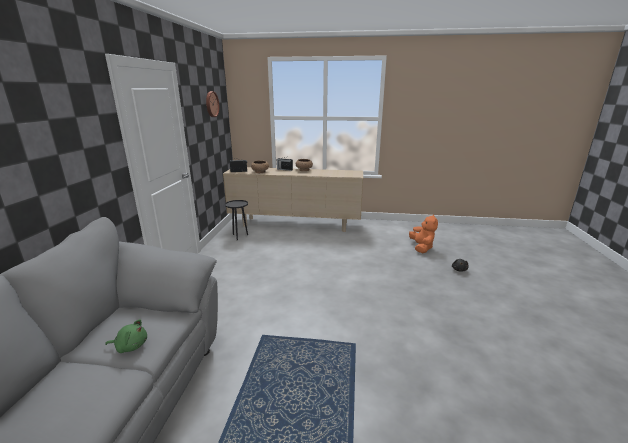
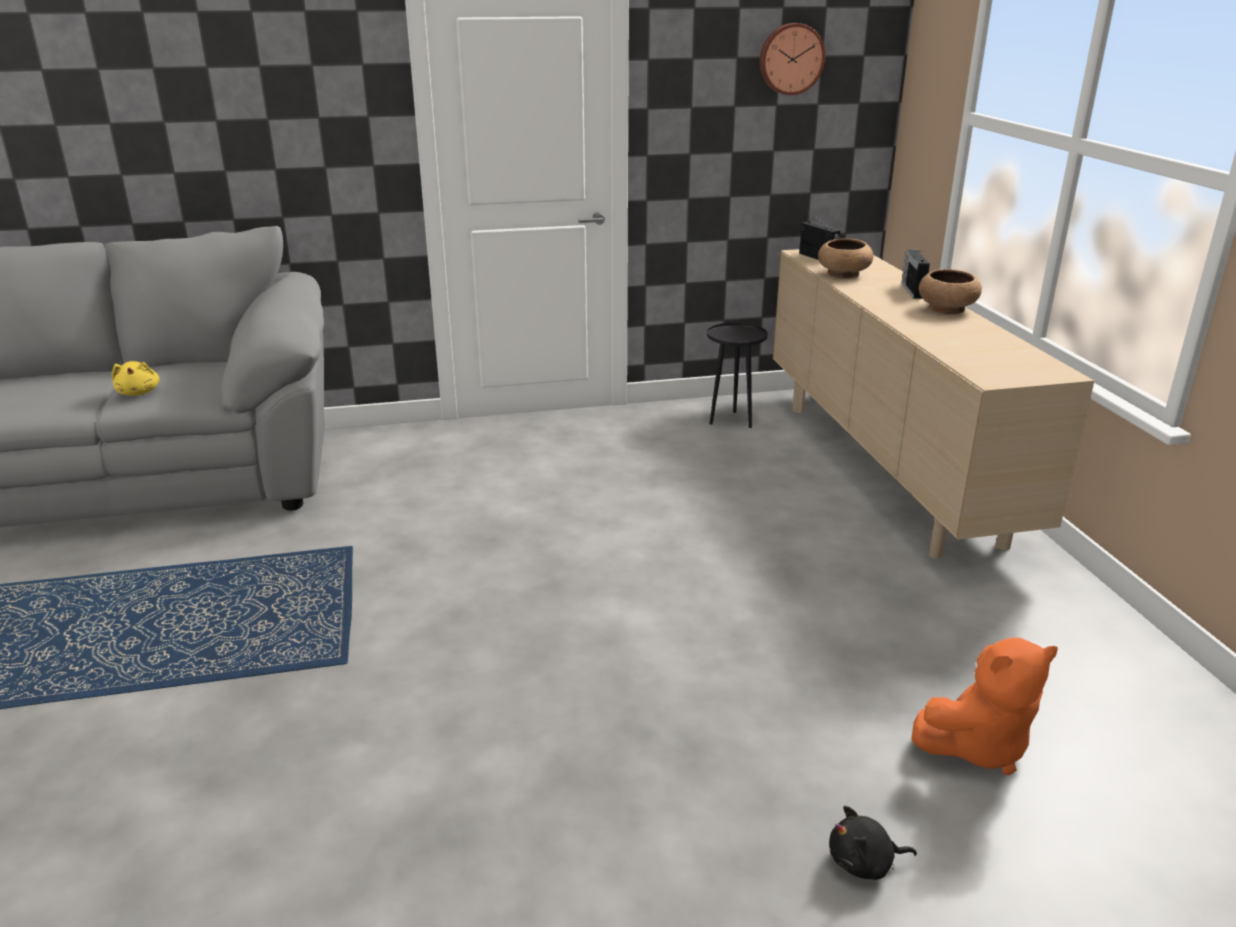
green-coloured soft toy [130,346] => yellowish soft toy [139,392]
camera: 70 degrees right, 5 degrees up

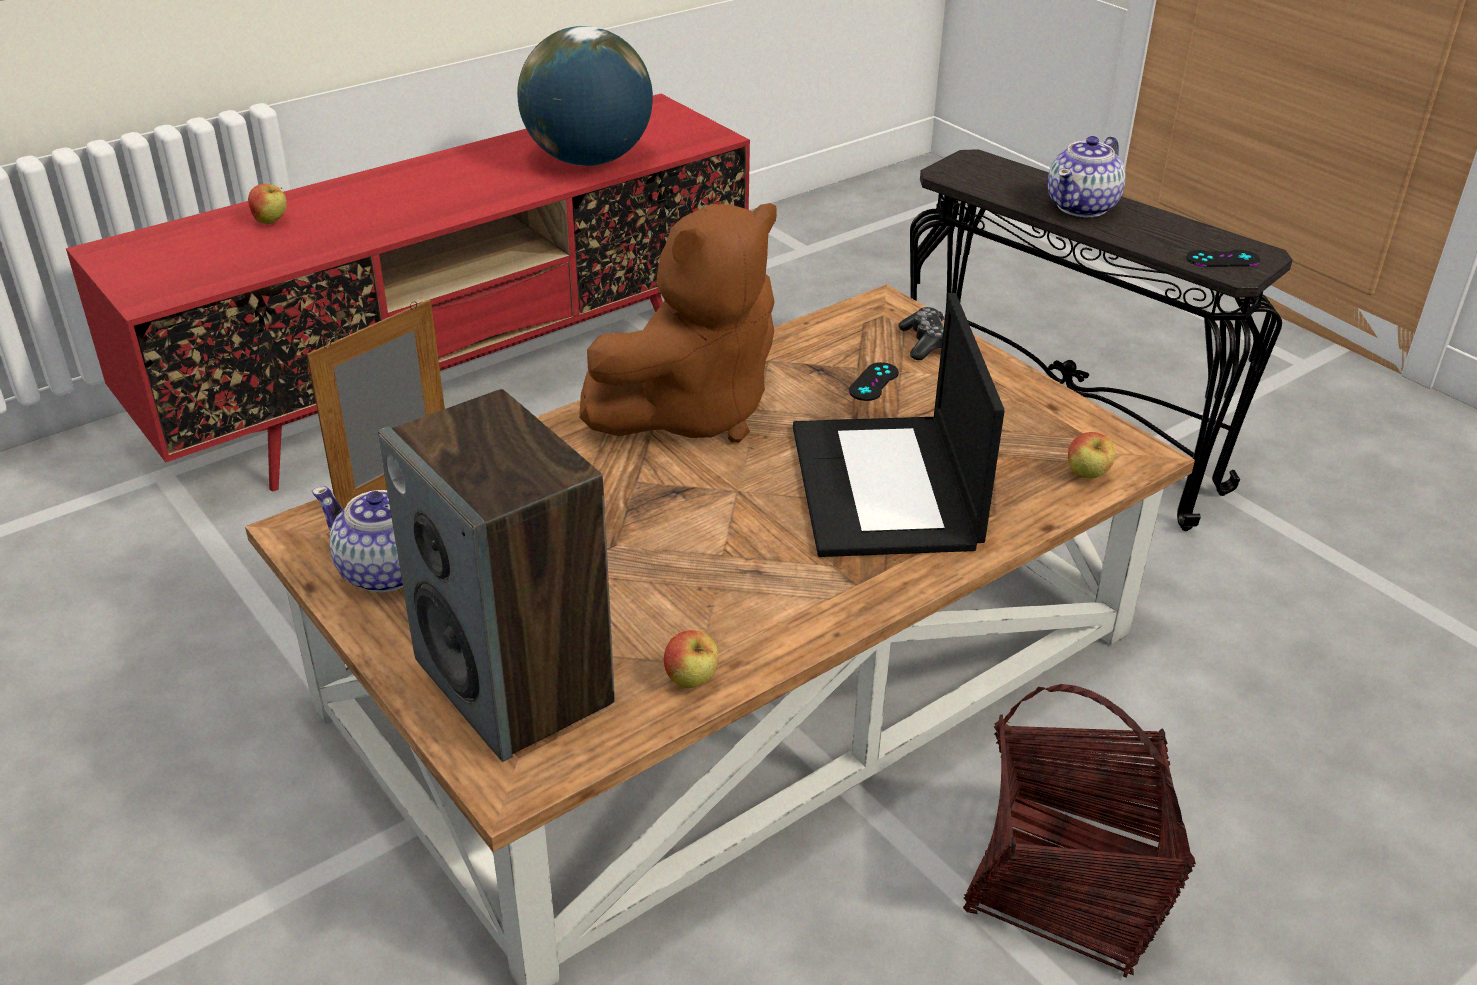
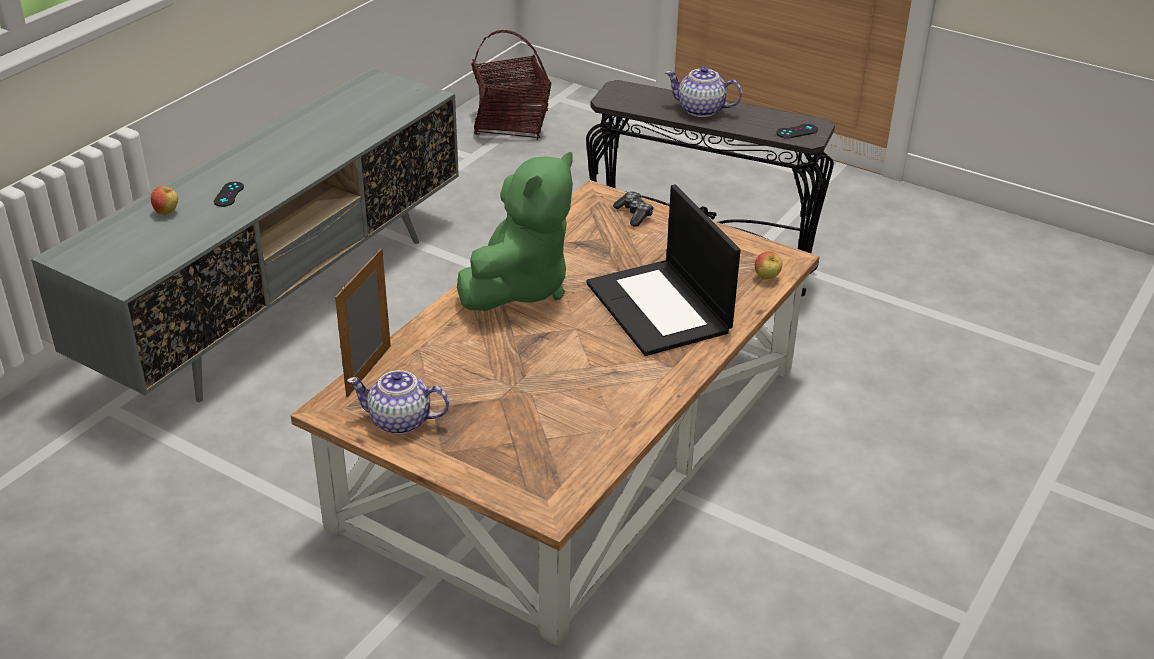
loudspeaker [515,682] => nothing
globe [589,160] => nothing
whole apple [691,681] => nothing
blackish gamepad [873,382] => blackish gamepad [229,194], relocated
household basket [1068,886] => household basket [512,124], relocated
reddish tv stand [461,383] => greyish tv stand [284,300]
brownish soft toy [691,412] => green-coloured soft toy [519,287]
teapot [1083,206] => teapot [701,110], 90 degrees clockwise
camera: 20 degrees left, 0 degrees up

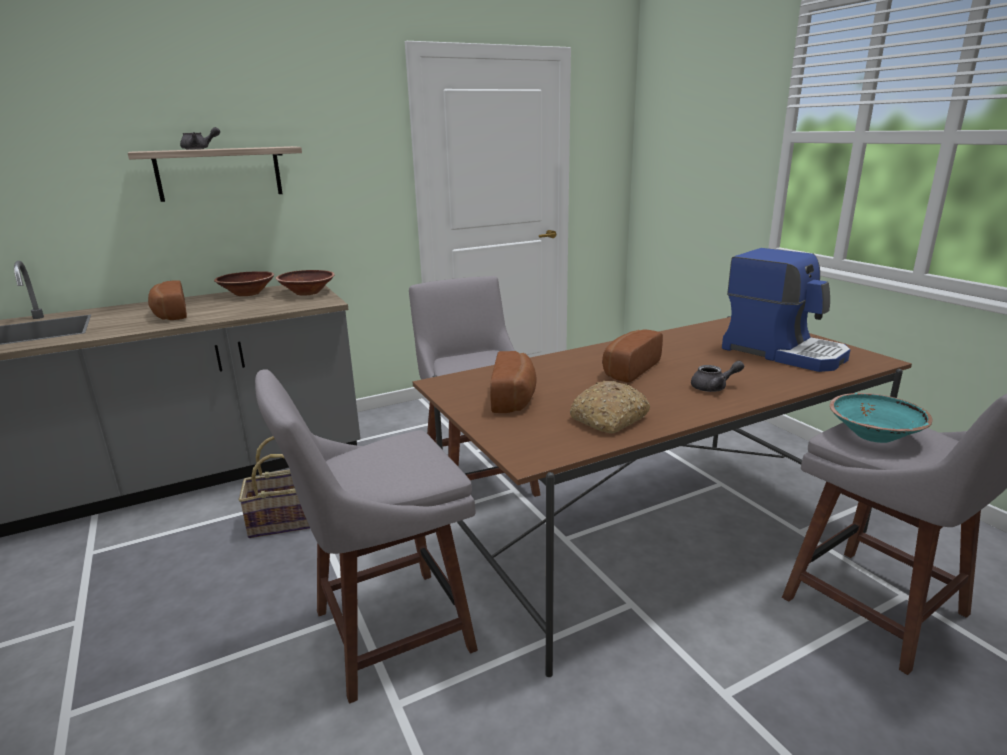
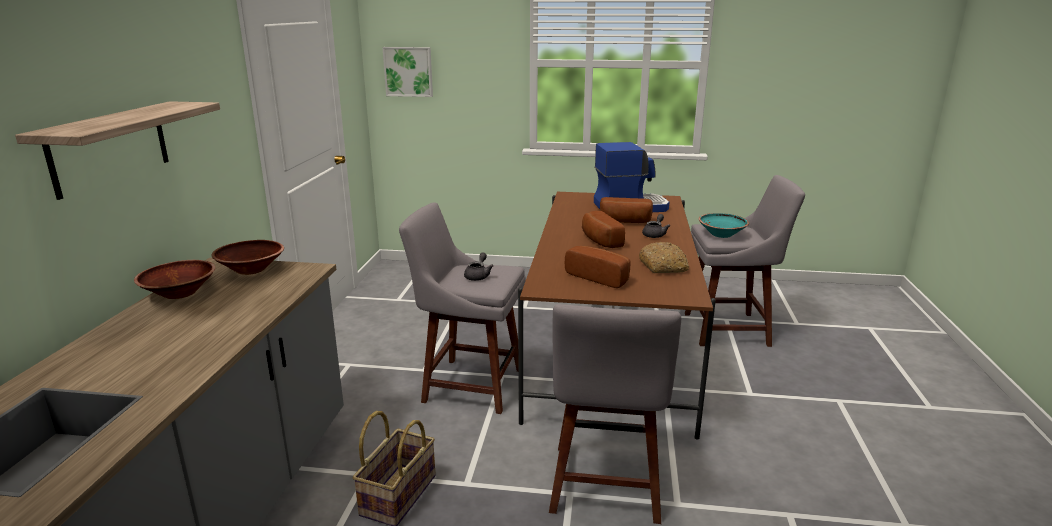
nothing => picture [408,71]
bread [169,314] => bread [625,221], relocated
greyish teapot [199,149] => greyish teapot [478,276], relocated
camera: 55 degrees left, 0 degrees up

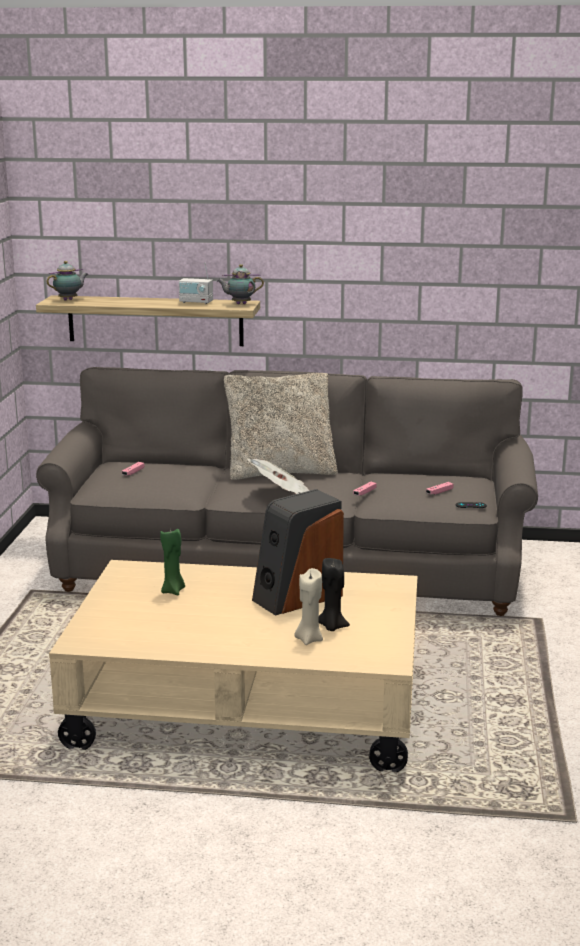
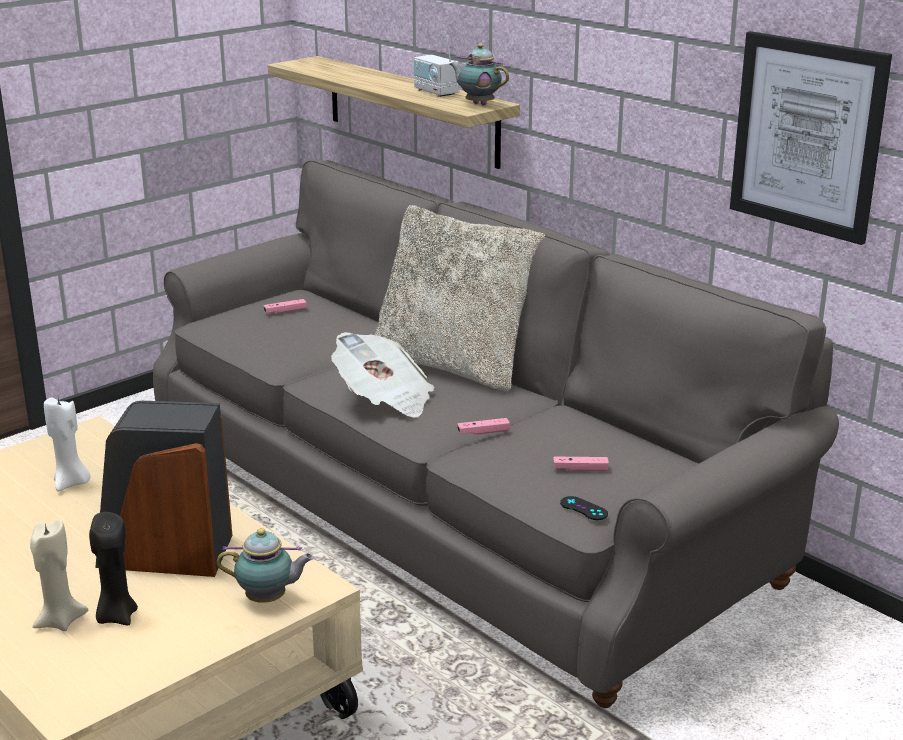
nothing => picture [807,136]
teapot [69,300] => teapot [269,599], relocated
green-coloured wax candle [173,591] => white wax candle [71,483]
camera: 40 degrees right, 5 degrees up

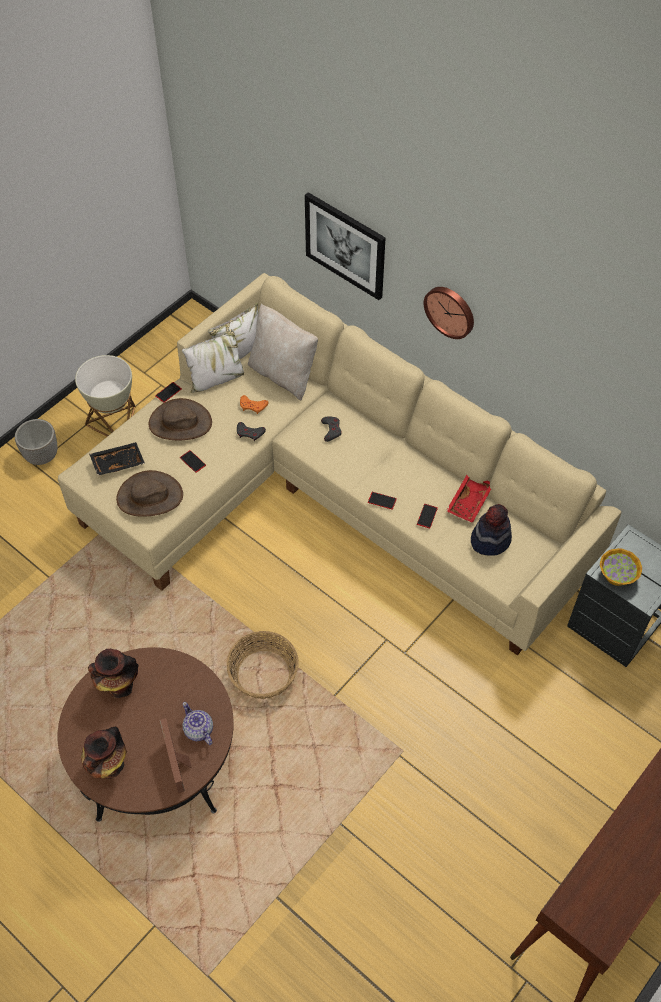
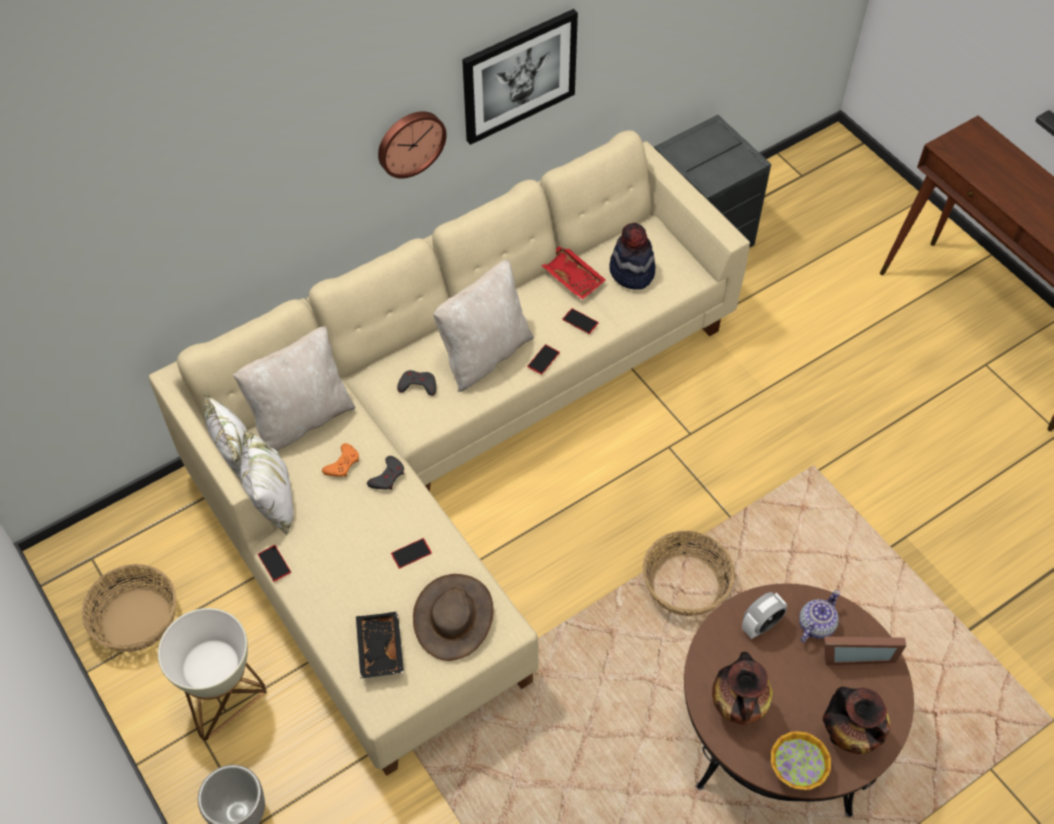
brownish clothing hat [180,423] => nothing
nothing => household basket [136,620]
nothing => beige cushion [484,354]
nothing => bedside clock [760,625]
picture [345,245] => picture [519,75], relocated
deep dish [616,576] => deep dish [796,769], relocated
teapot [198,730] => teapot [815,625], 150 degrees clockwise
camera: 75 degrees left, 0 degrees up

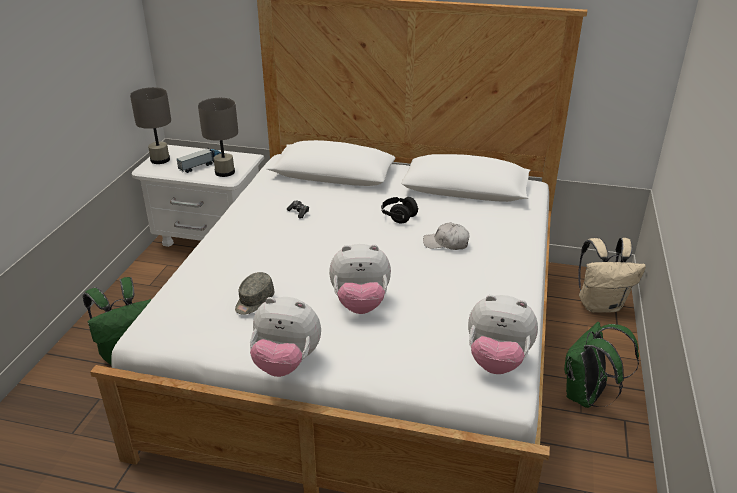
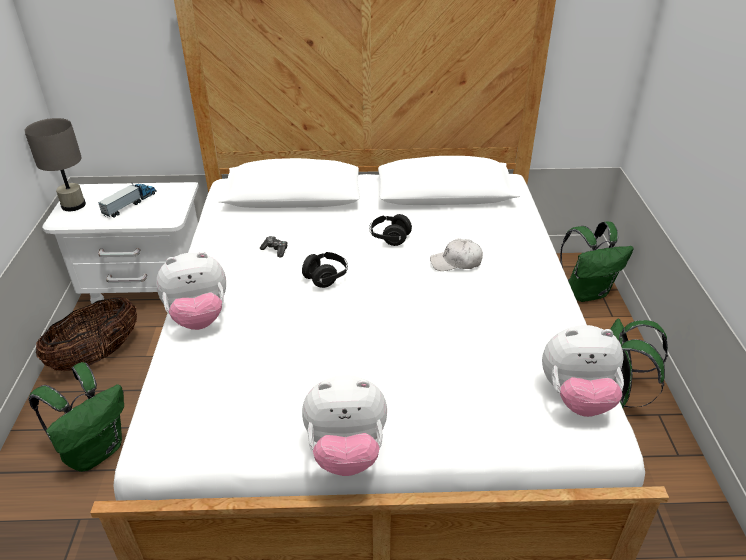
greyish lamp for a table [224,172] => nothing
greyish baseball cap [254,301] => nothing
nothing => household basket [97,356]
nothing => blackish headphones [326,277]
soft toy [360,304] => soft toy [198,318], relocated
beige knapsack [600,305] => green-coloured knapsack [586,292]
camera: 15 degrees left, 5 degrees up

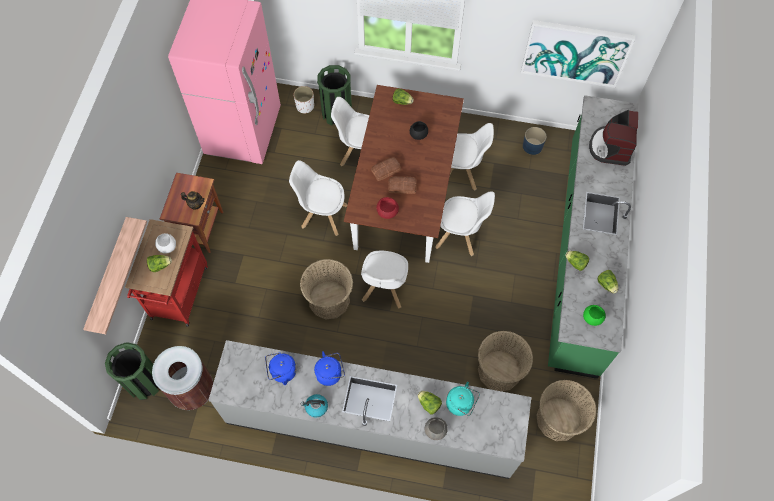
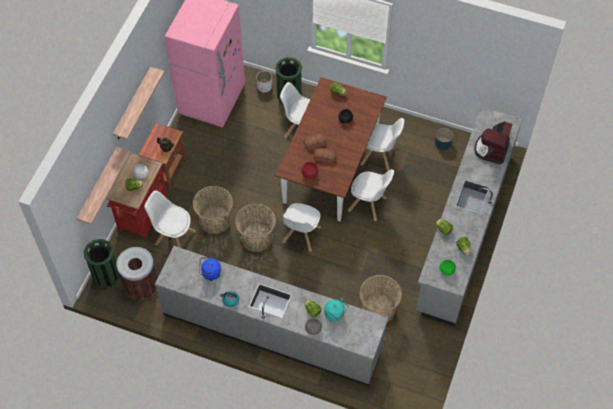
blue-coloured water kettle [330,373] => nothing
picture [575,53] => nothing
nothing => wall shelf [133,105]
white plain chair [322,215] => white plain chair [173,237], relocated
household basket [558,419] => household basket [215,220], relocated
green-coloured kitchen base unit [581,252] => greyish kitchen base unit [463,231]
camera: 10 degrees right, 5 degrees down

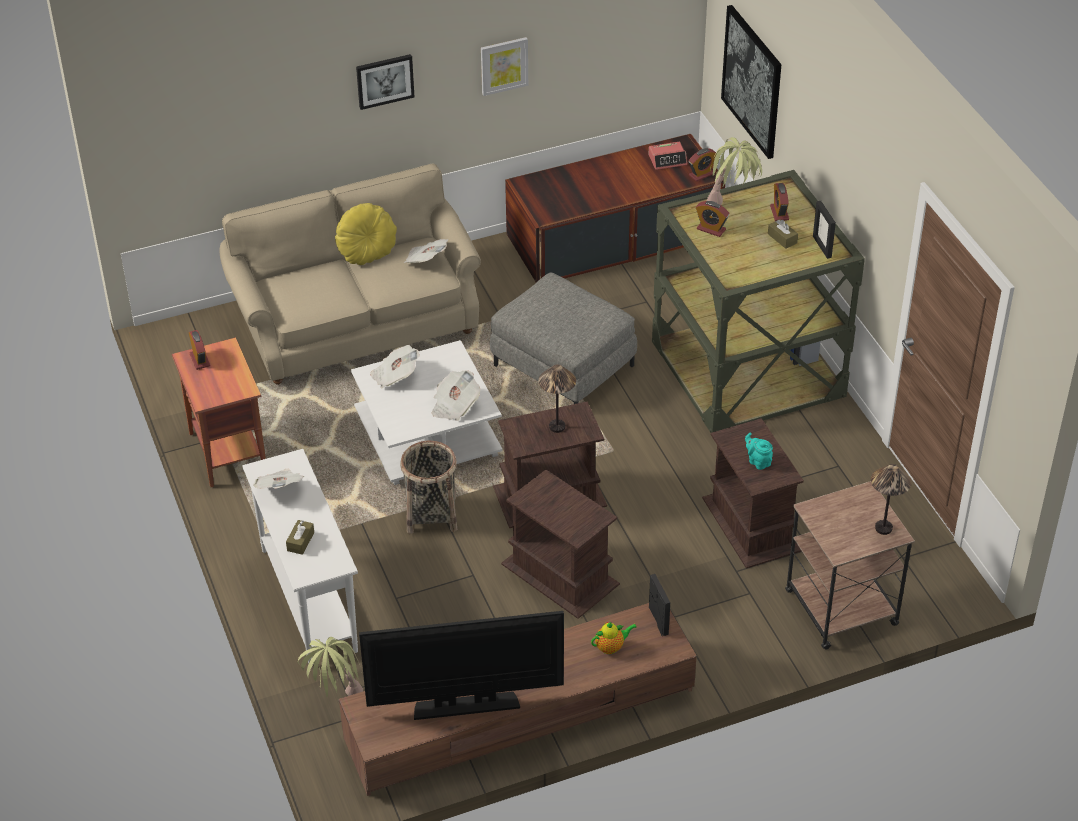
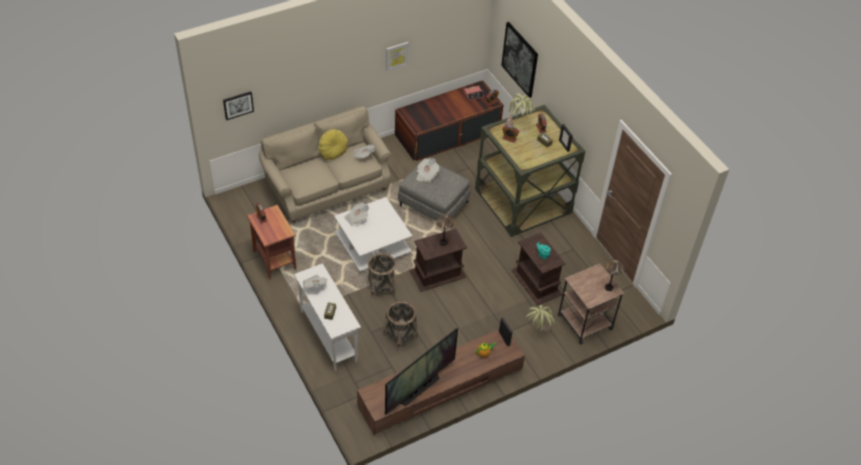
brownish side table [559,573] => nothing
nothing => household basket [400,335]
potted plant [335,700] => potted plant [537,333], relocated
picture [384,80] => picture [238,105], relocated
printed paper [454,406] => printed paper [426,175], relocated
television [466,705] => television [419,389], 150 degrees clockwise
camera: 10 degrees left, 5 degrees up

